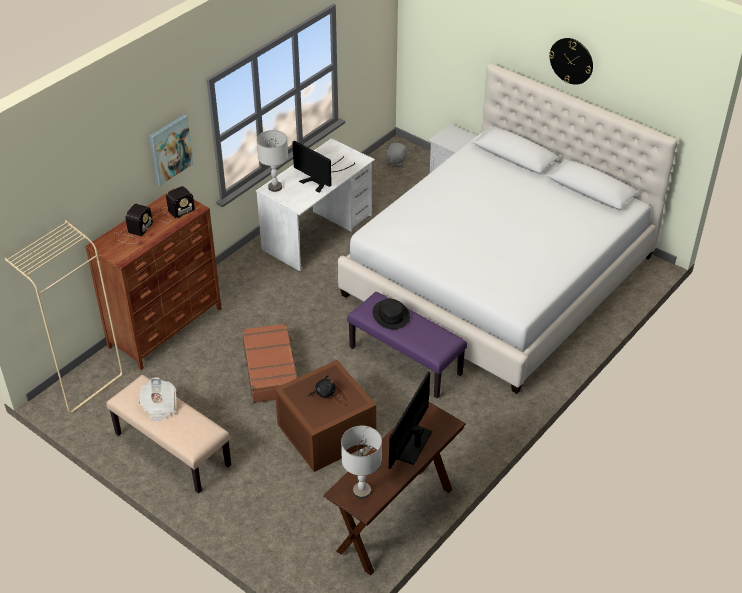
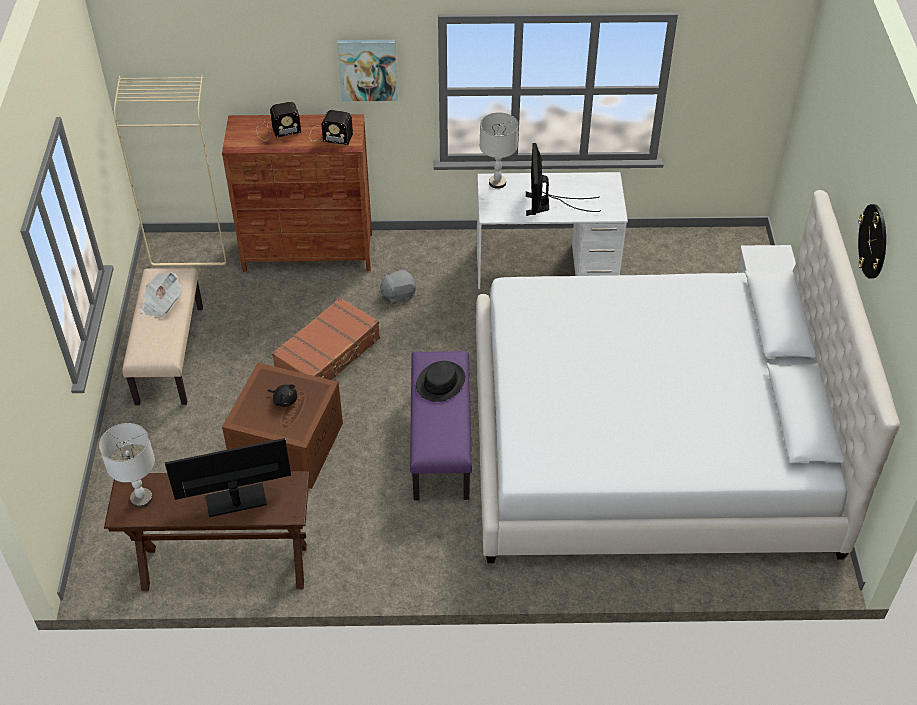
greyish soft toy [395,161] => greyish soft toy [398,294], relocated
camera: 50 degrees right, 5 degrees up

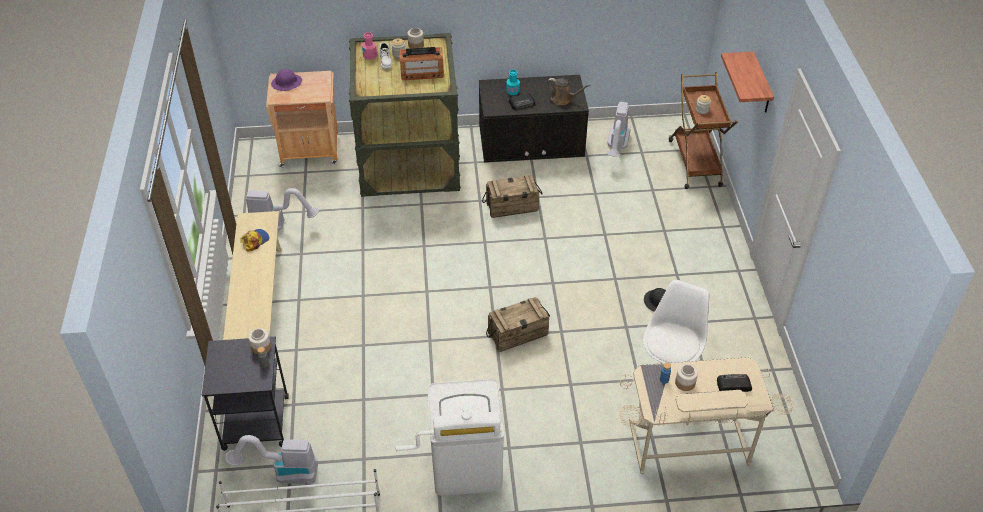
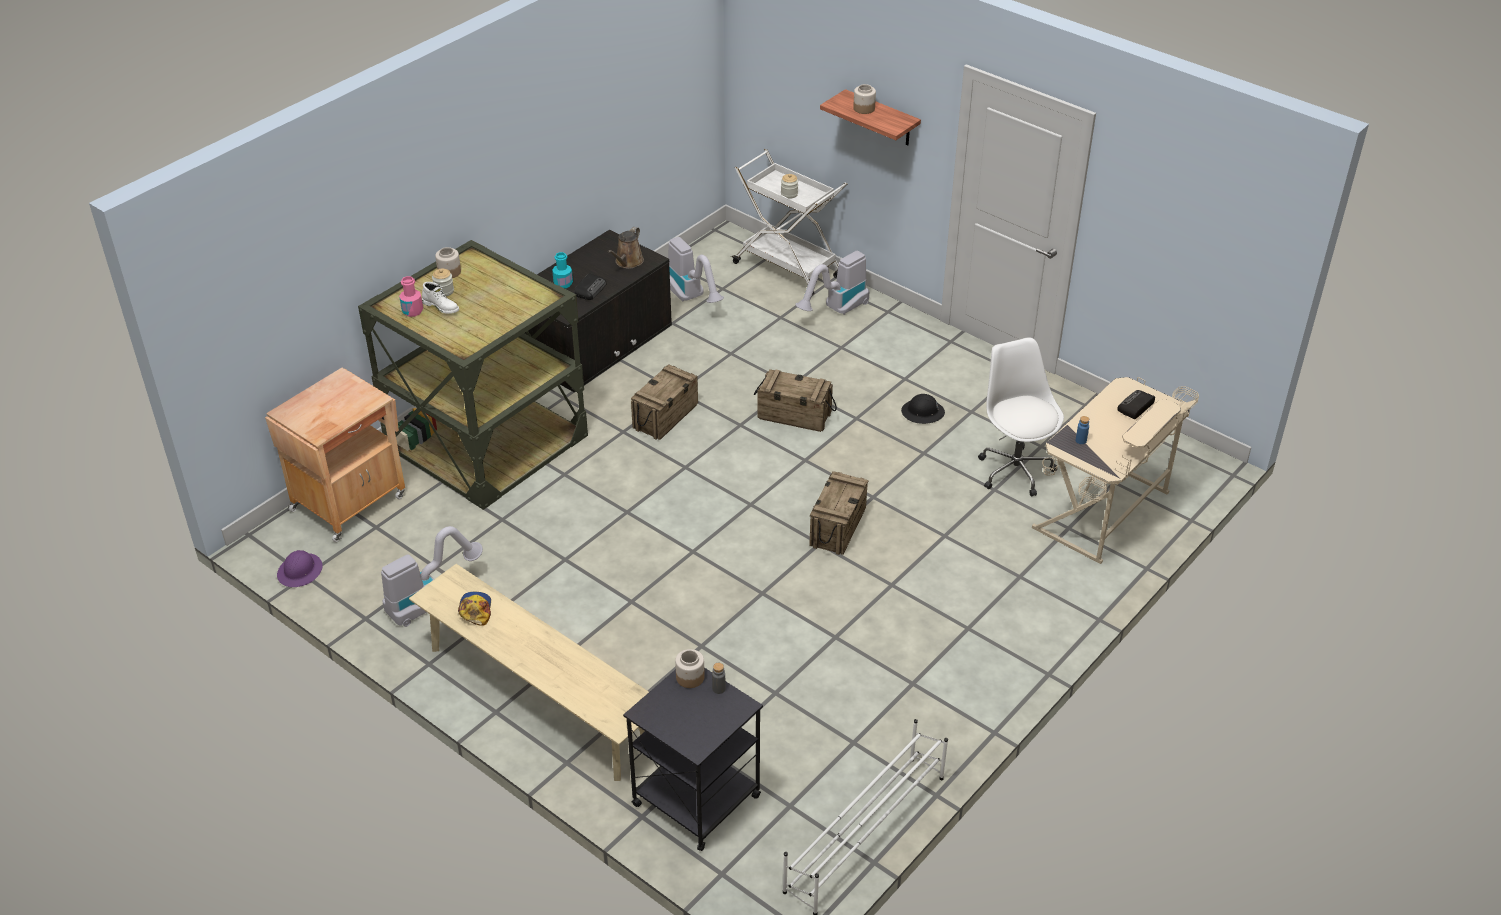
white laundry machine [464,467] => nothing
radio receiver [422,73] => nothing
nothing => packing crate [794,416]
vacuum [282,473] => vacuum [836,310], relocated
purple safety helmet [287,83] => purple safety helmet [300,571], relocated
jar [684,383] => jar [863,108], relocated
brownish cart [694,164] => white cart [787,270]
brownish sprinkling can [563,99] => brownish sprinkling can [628,262], 135 degrees clockwise
camera: 45 degrees left, 5 degrees down

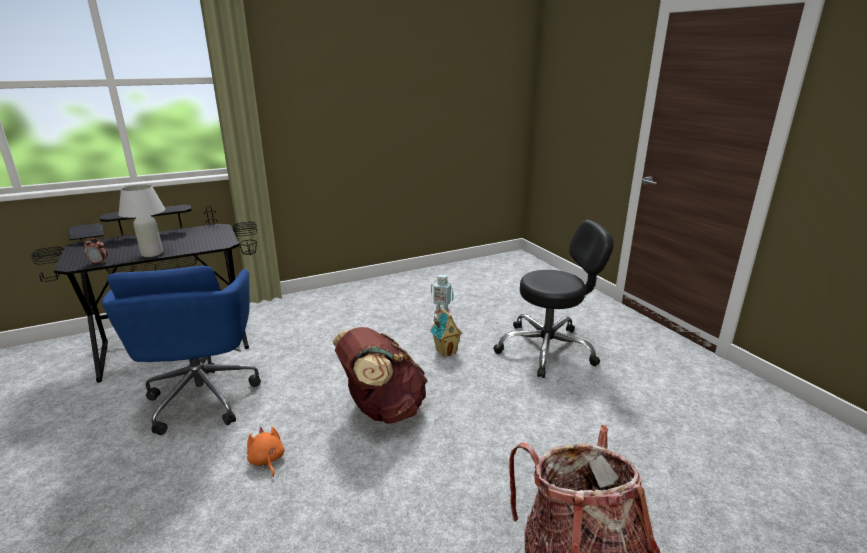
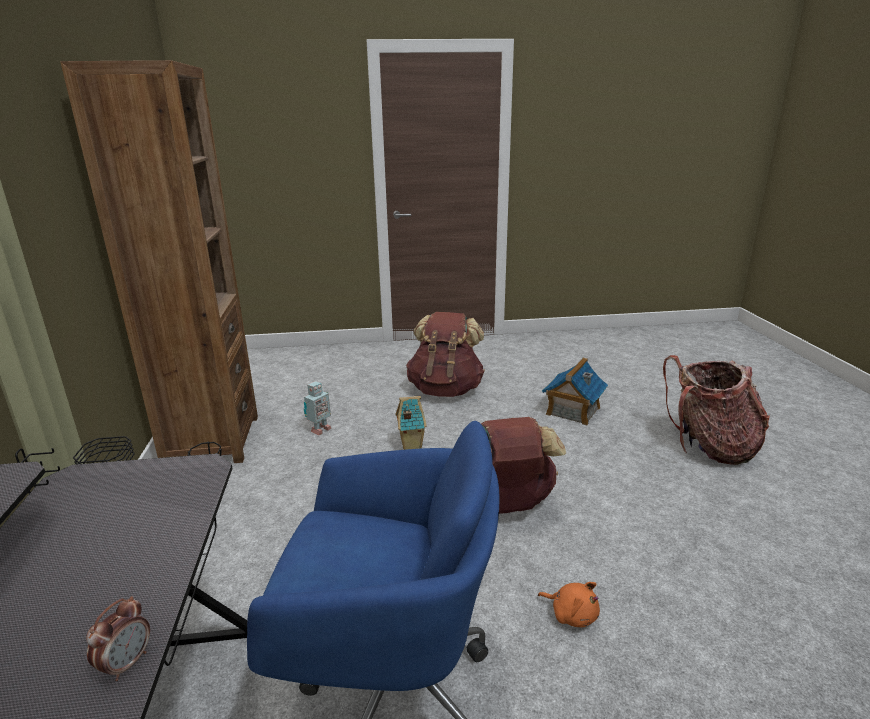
white lamp for a table [152,254] => nothing
nothing => brownish shelving unit [212,441]
nothing => miniature house [572,411]
blackish desk chair [550,349] => brownish knapsack [446,389]
orange-coloured soft toy [267,460] => orange-coloured soft toy [571,614], 135 degrees counterclockwise
camera: 70 degrees left, 0 degrees up

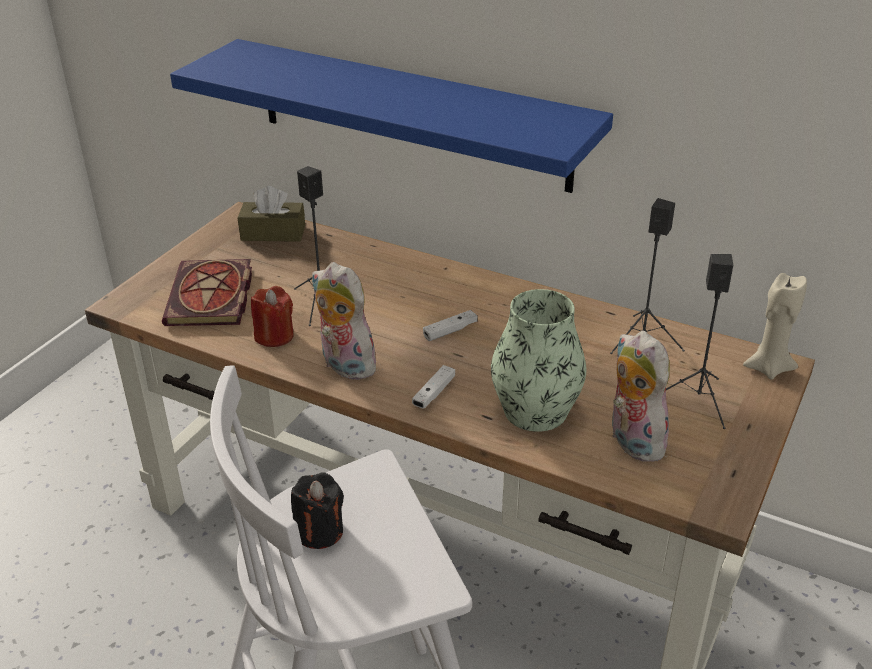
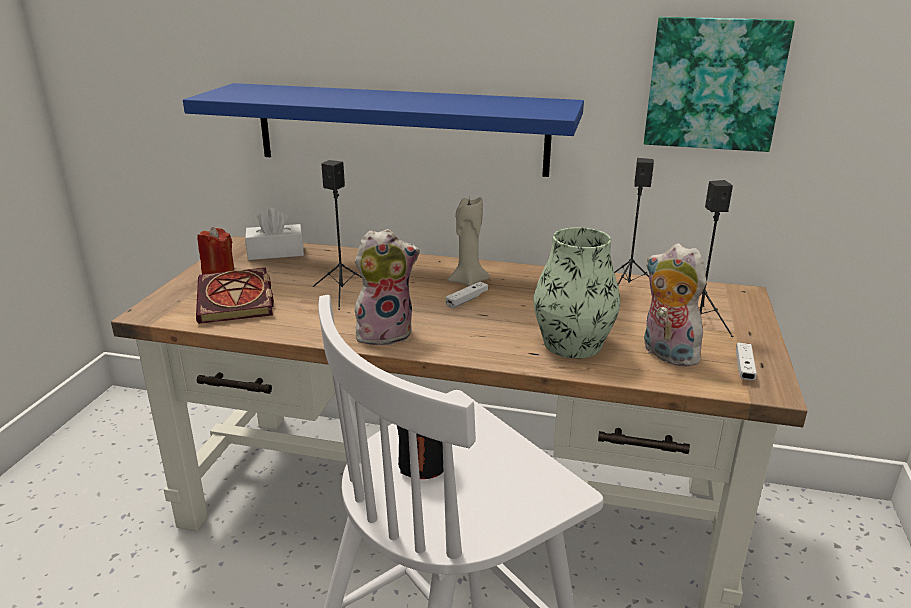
nothing => picture [714,84]
reddish wax candle [274,336] => reddish wax candle [218,270], relocated
white gamepad [434,393] => white gamepad [744,368], relocated
beige wax candle [768,368] => beige wax candle [467,281], relocated
brownish box of tissues [273,233] => white box of tissues [276,252]
soft toy [344,365] => soft toy [385,333], 135 degrees clockwise
camera: 15 degrees left, 10 degrees down

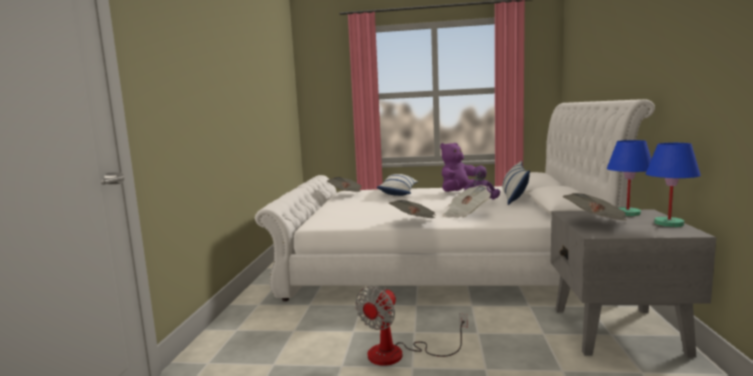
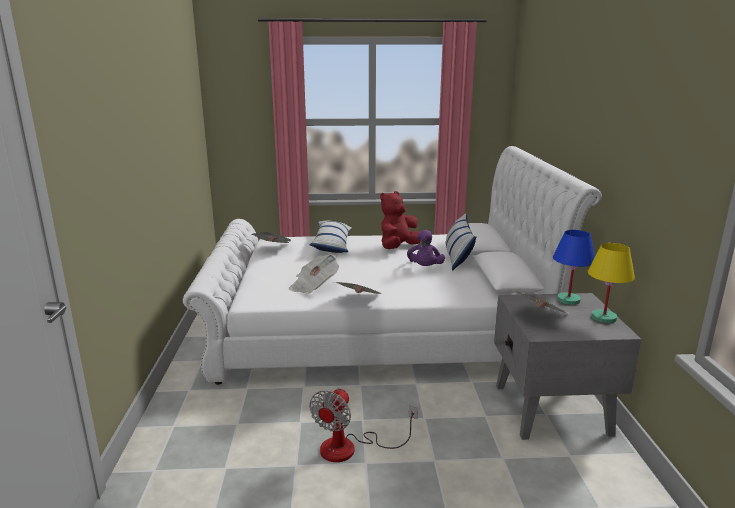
printed paper [465,214] => printed paper [314,286], relocated
purple soft toy [458,193] => reddish soft toy [398,247]
blue-coloured lamp for a table [668,224] => yellowish lamp for a table [603,318]
camera: 10 degrees left, 10 degrees up

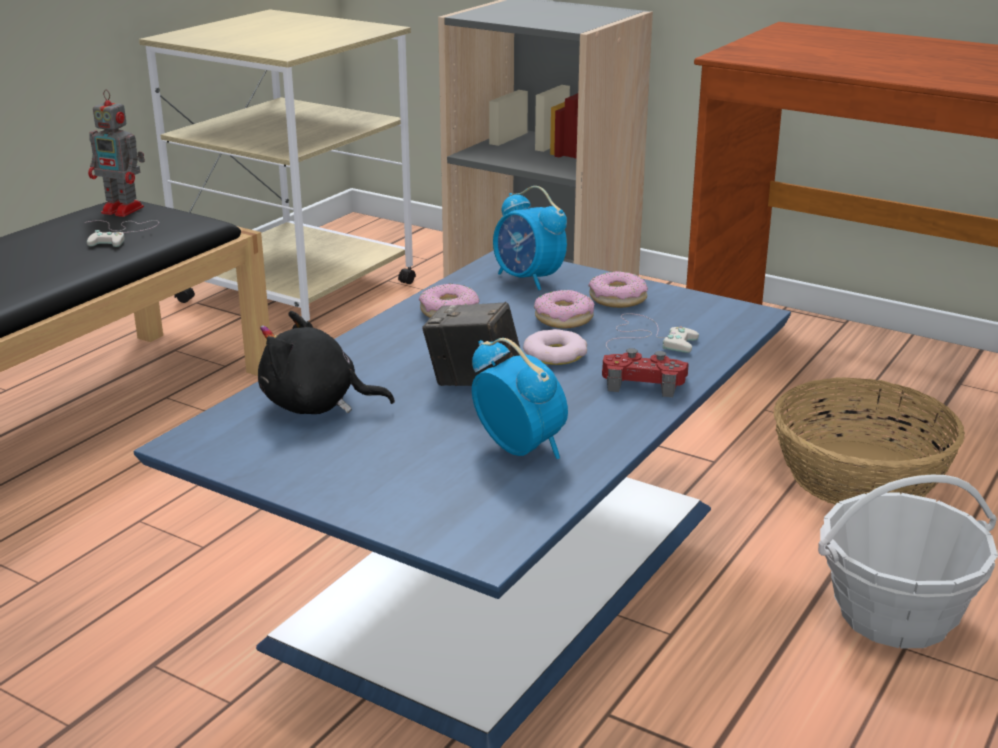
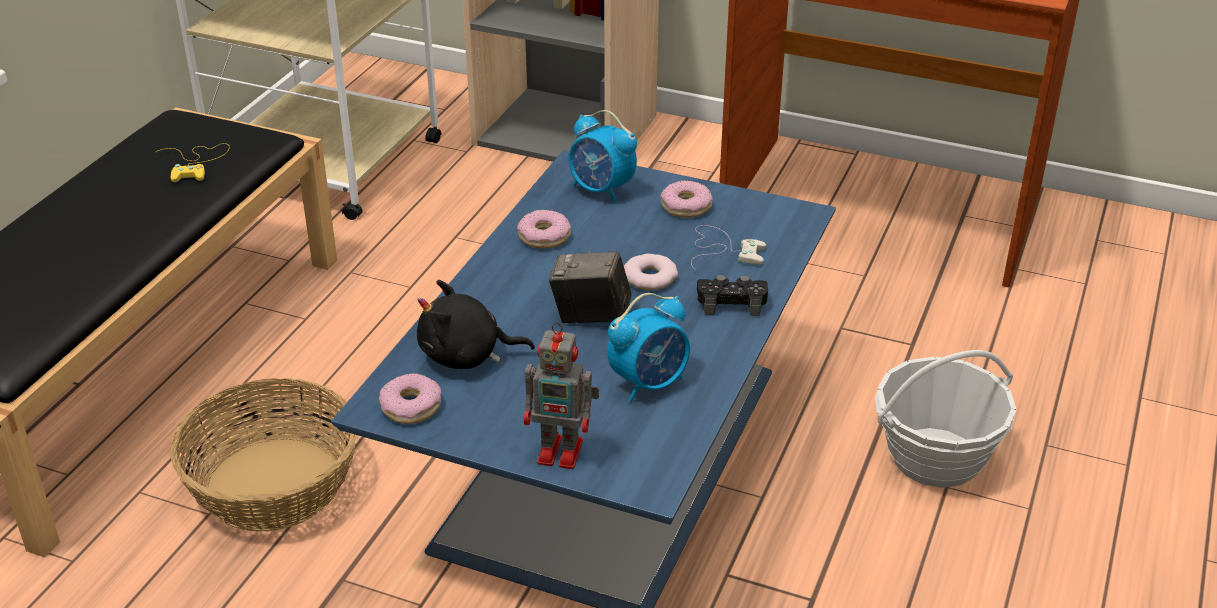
toy robot [124,210] => toy robot [563,452], relocated
ring doughnut [564,318] => ring doughnut [411,407], relocated
household basket [858,475] => household basket [272,483], relocated
white gamepad [121,234] => yellowish gamepad [197,163]
reddish gamepad [643,383] => blackish gamepad [731,302]
bedside clock [519,448] => bedside clock [649,383], 105 degrees clockwise
camera: 10 degrees left, 10 degrees up

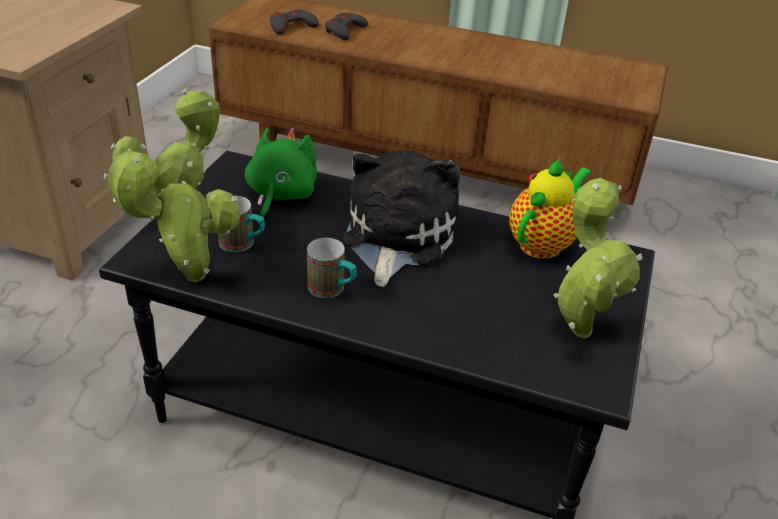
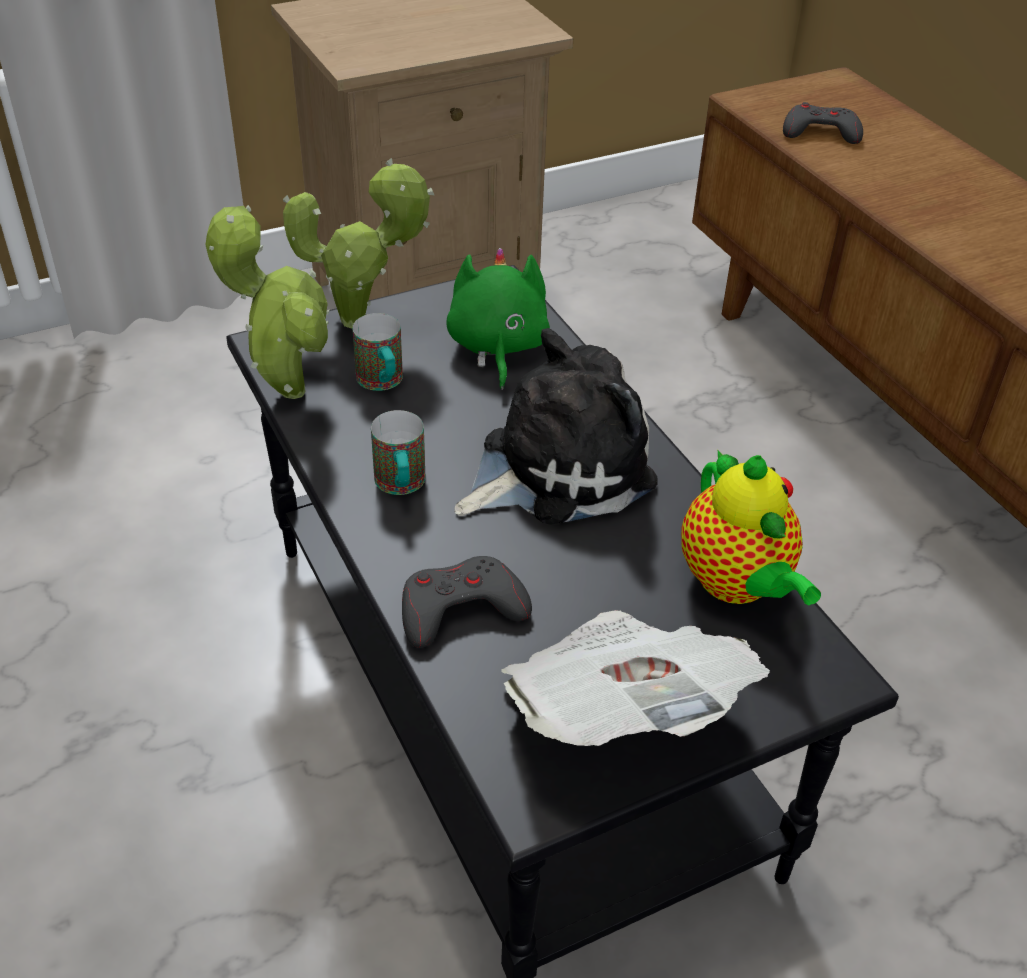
greyish gamepad [344,31] => greyish gamepad [460,609], relocated
potted plant [579,326] => printed paper [622,713]
green-coloured soft toy [280,195] => green-coloured soft toy [497,347], 60 degrees counterclockwise
teapot [543,243] => teapot [737,584], 75 degrees clockwise
camera: 45 degrees right, 5 degrees up

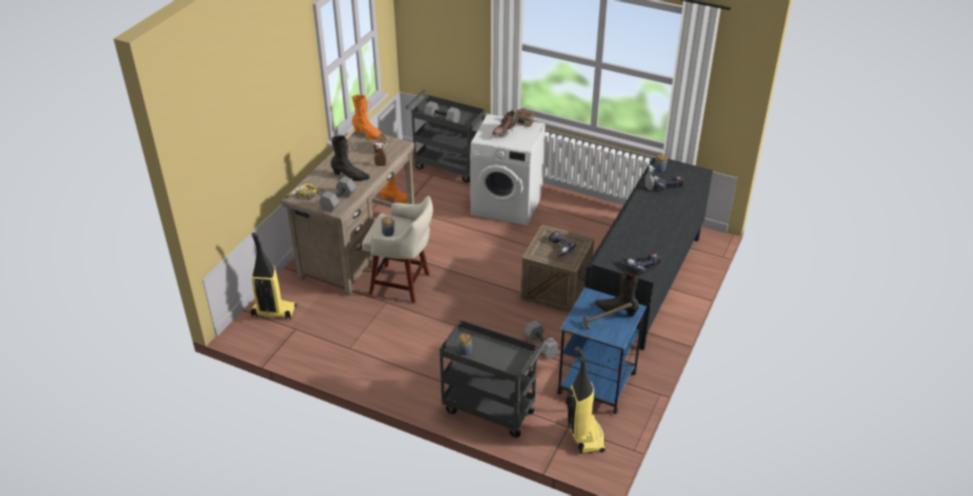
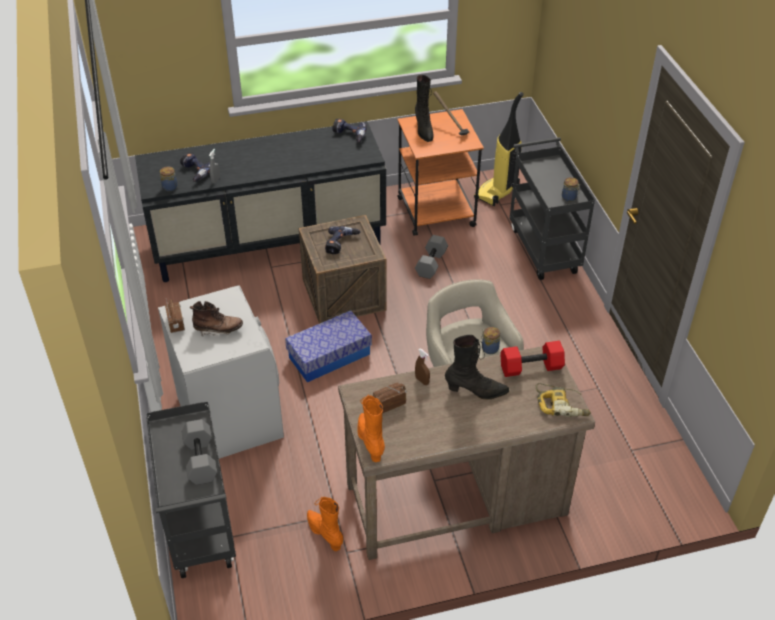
vacuum [273,312] => nothing
nothing => storage box [329,356]
greyish free weight [338,200] => reddish free weight [530,368]
blue-coloured cart [596,384] => orange-coloured cart [437,211]
blackish boot [350,176] => blackish boot [476,391], 120 degrees clockwise
camera: 130 degrees left, 5 degrees up

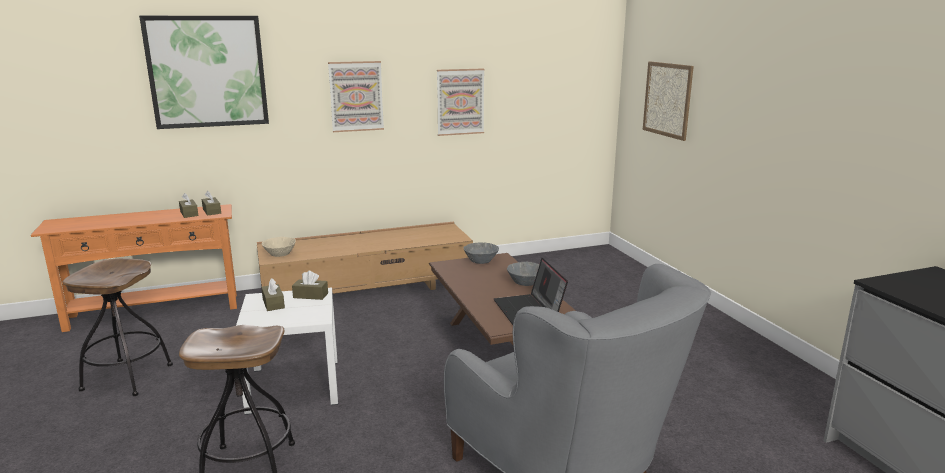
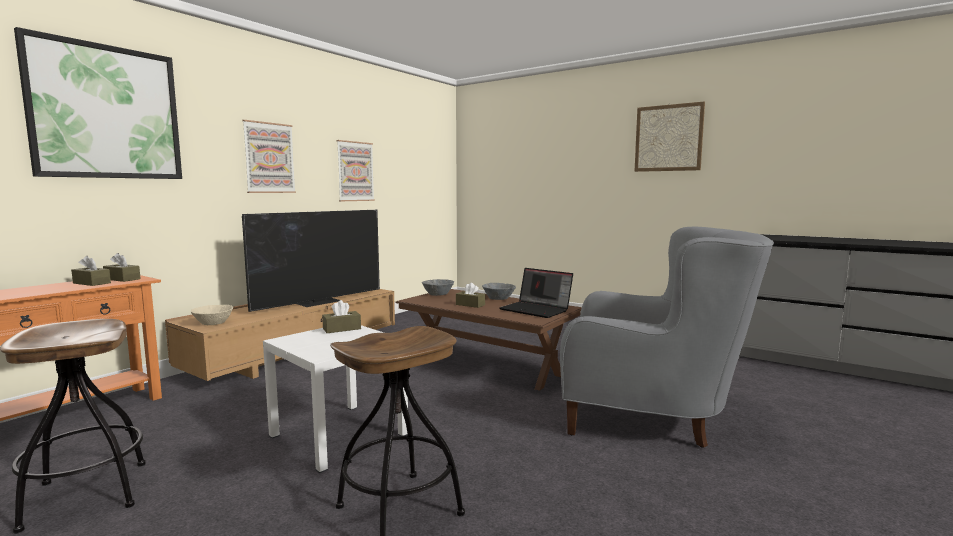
nothing => television [320,302]
brownish box of tissues [273,303] => brownish box of tissues [470,305], relocated
picture [667,98] => picture [668,137], relocated
camera: 35 degrees left, 10 degrees down

